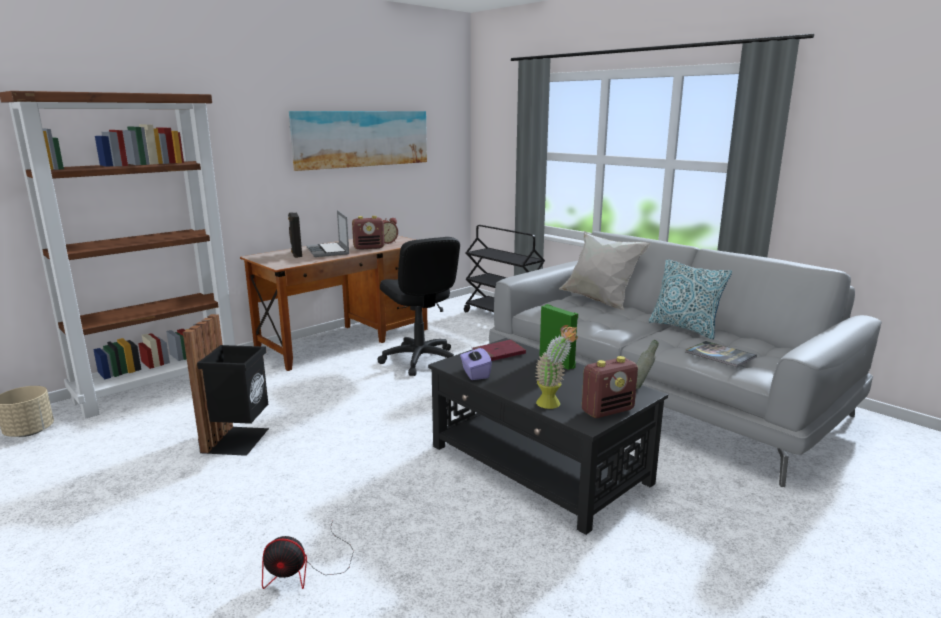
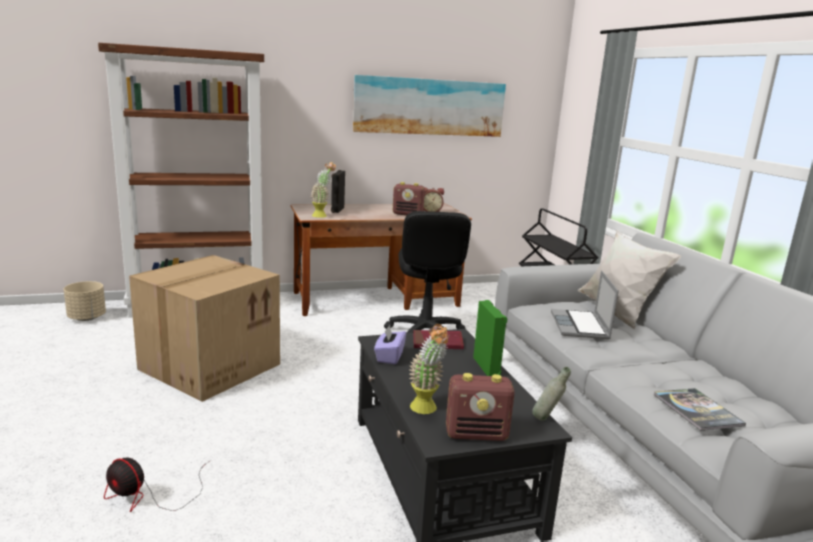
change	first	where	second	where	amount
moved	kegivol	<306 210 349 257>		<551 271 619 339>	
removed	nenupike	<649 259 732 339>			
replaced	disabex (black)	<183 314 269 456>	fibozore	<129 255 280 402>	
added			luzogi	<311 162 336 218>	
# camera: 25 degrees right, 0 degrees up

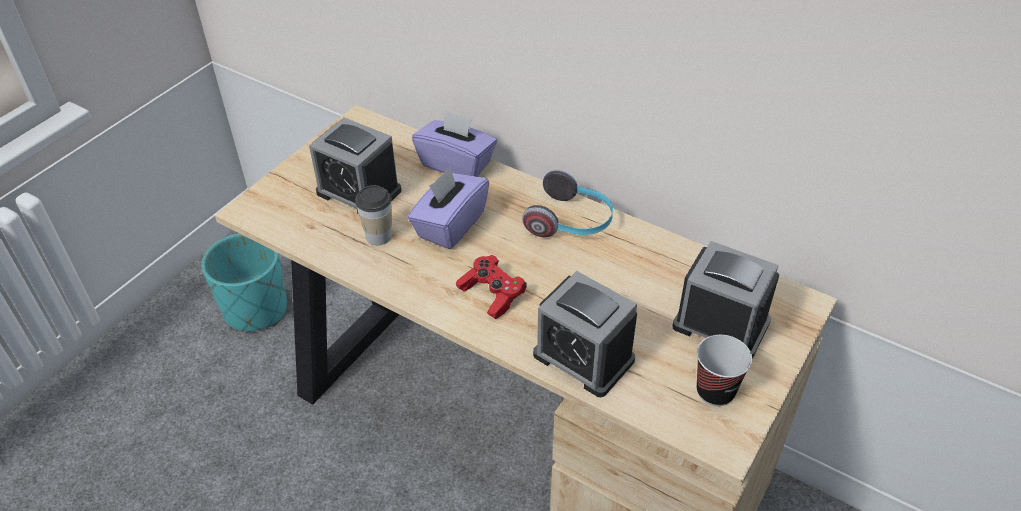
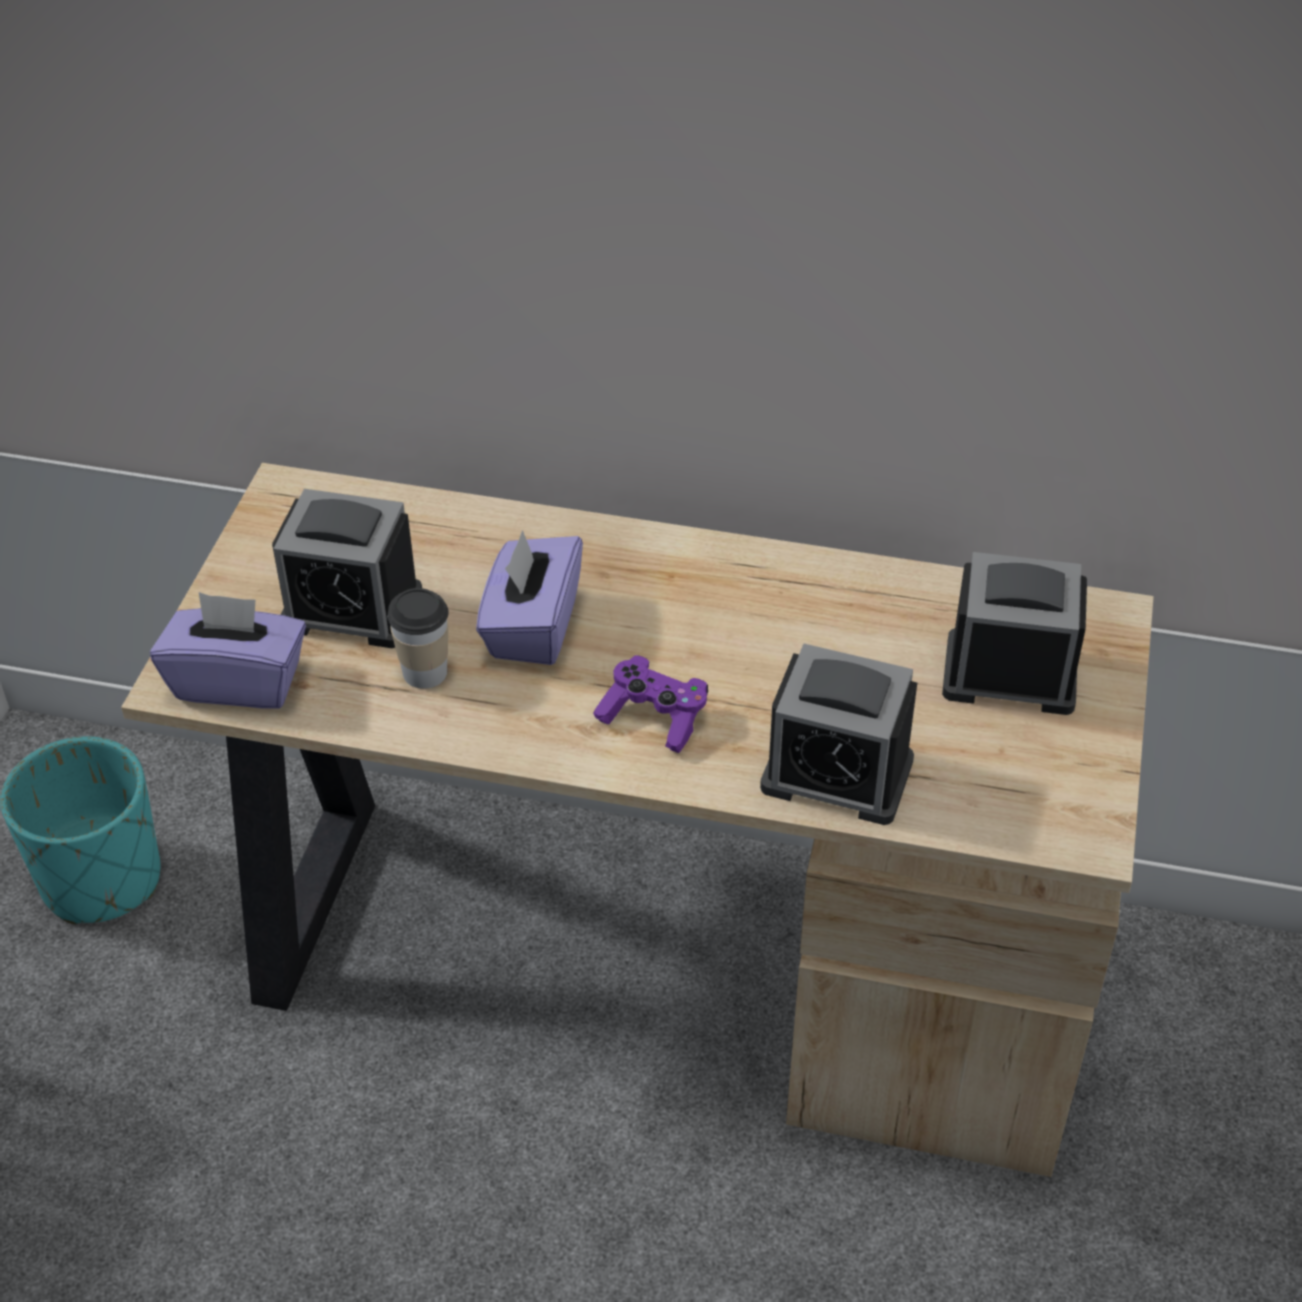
change	first	where	second	where	amount
moved	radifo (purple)	<412 110 497 177>		<150 592 306 709>	
removed	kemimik	<522 170 613 237>			
recoloured	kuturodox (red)	<456 255 527 319>	kuturodox (purple)	<593 655 708 753>	
removed	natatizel	<697 335 752 406>			
# camera: 20 degrees left, 0 degrees up

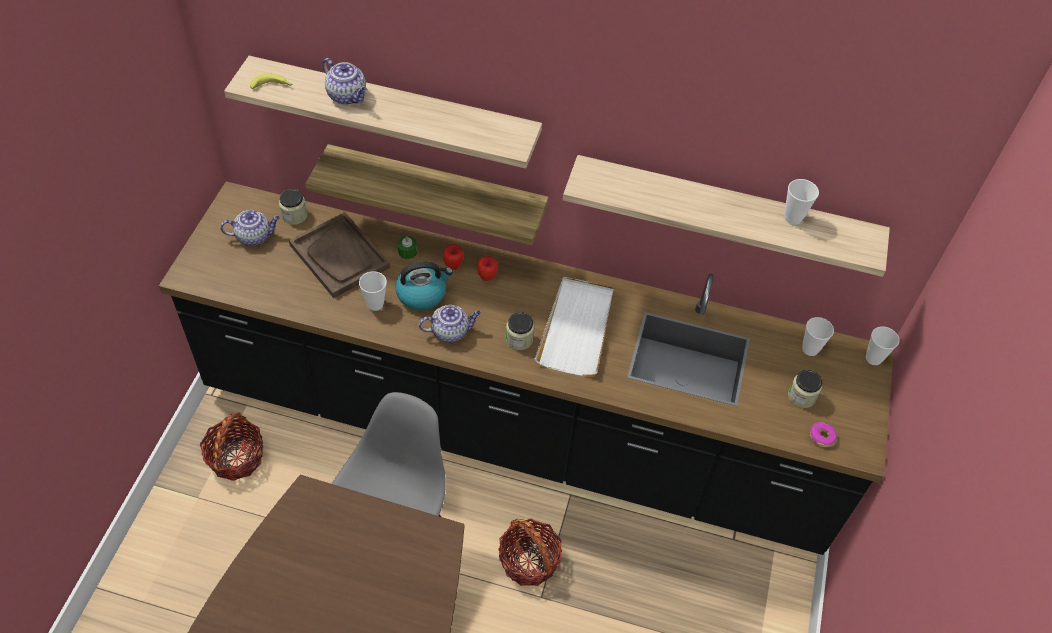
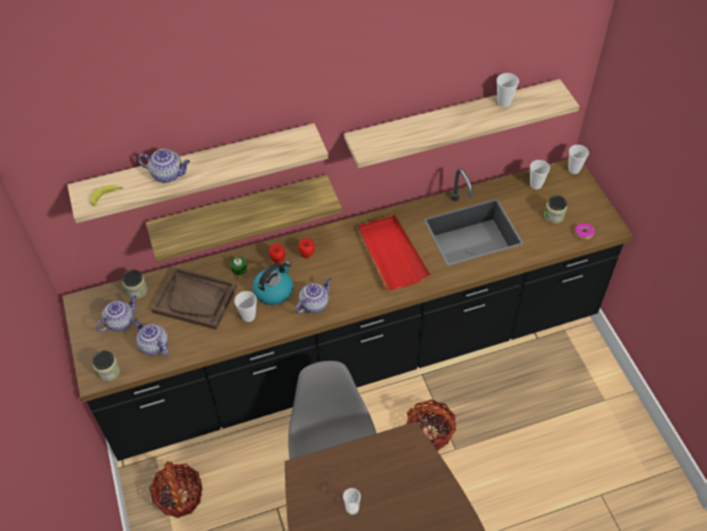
change	first	where	second	where	amount
recoloured	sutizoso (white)	<535 277 614 376>	sutizoso (red)	<358 214 431 290>	
moved	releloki	<506 312 534 350>		<93 351 120 381>	
added			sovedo	<134 319 169 356>	
added			natatizel	<343 488 361 515>	
# camera: 30 degrees left, 0 degrees up

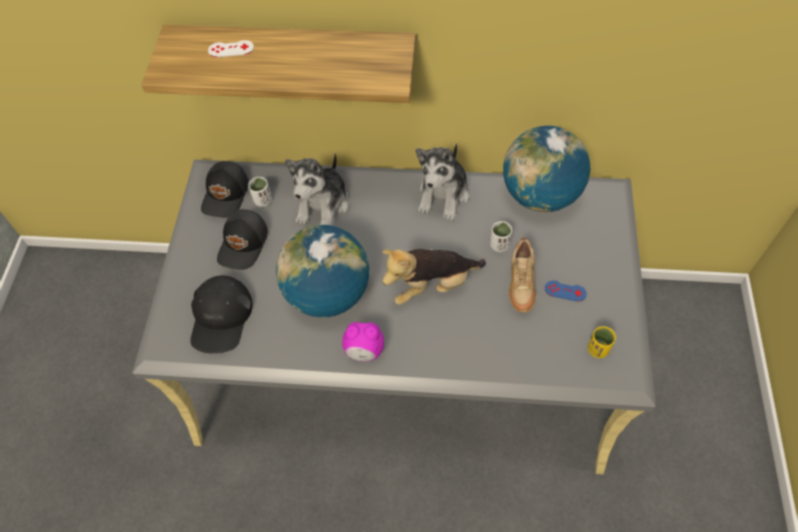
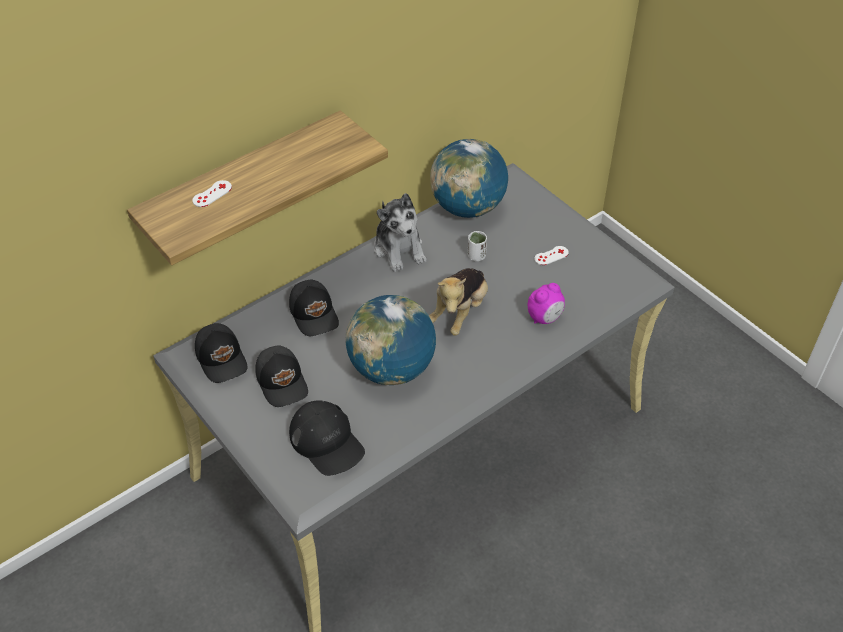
change	first	where	second	where	amount
replaced	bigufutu	<285 153 349 226>	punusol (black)	<289 280 339 336>	
removed	natatizel (white)	<248 177 272 207>			
removed	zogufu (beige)	<509 237 536 313>			
recoloured	kuturodox (blue)	<545 280 587 302>	kuturodox (white)	<534 246 569 265>	
moved	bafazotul	<342 322 384 362>		<527 283 565 324>	
removed	natatizel (yellow)	<588 326 616 358>			
# camera: 45 degrees left, 10 degrees down

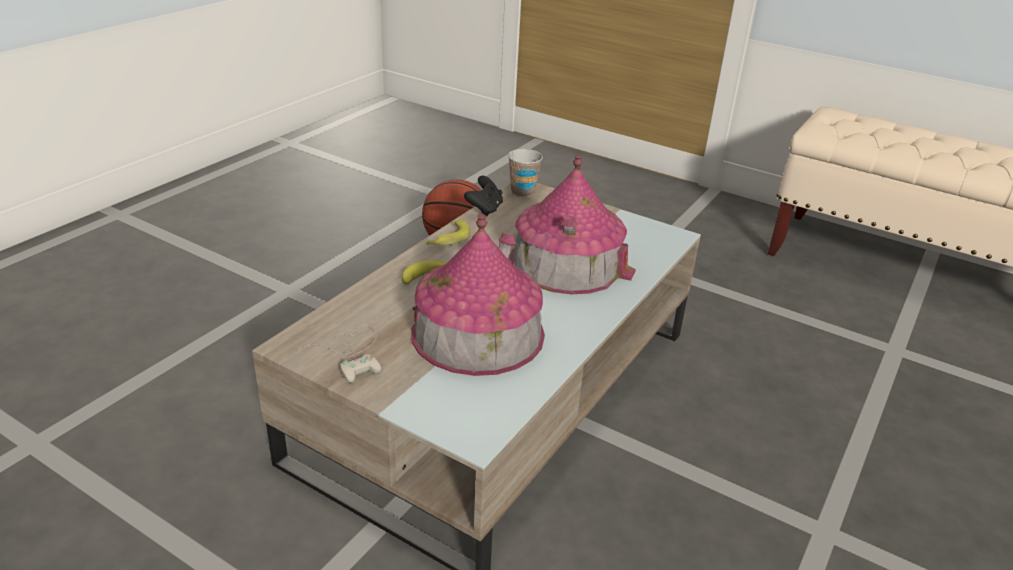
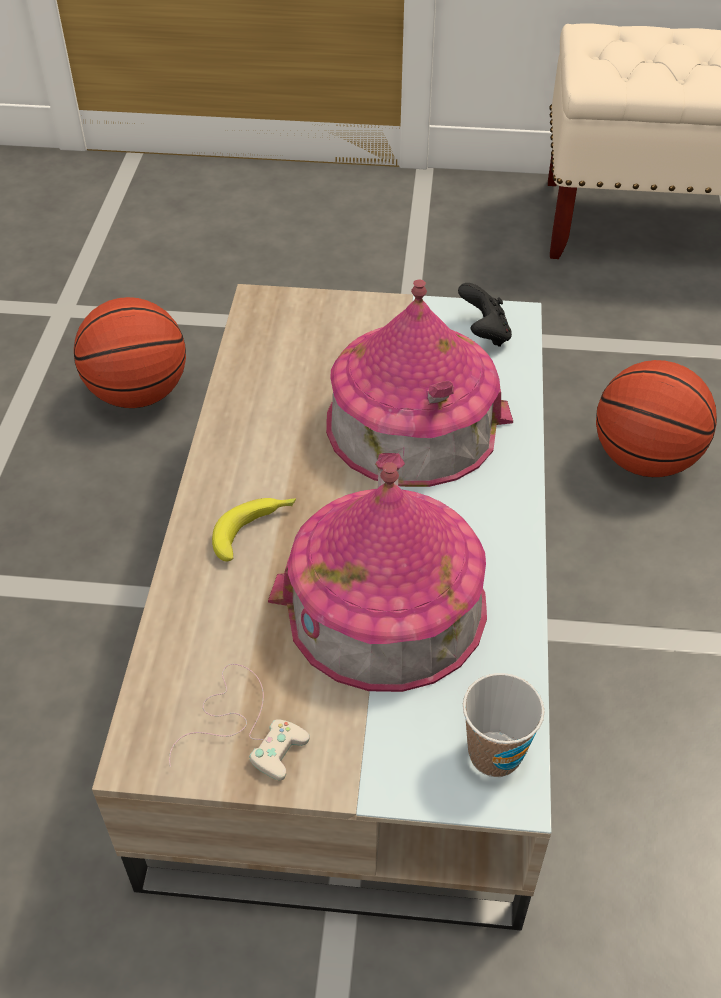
change	first	where	second	where	amount
moved	natatizel	<508 149 543 197>		<463 673 545 777>	
moved	kuturodox (black)	<464 176 503 216>		<458 283 512 347>	
removed	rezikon	<426 220 470 246>			
added			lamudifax	<596 360 717 477>	
# camera: 25 degrees left, 15 degrees up

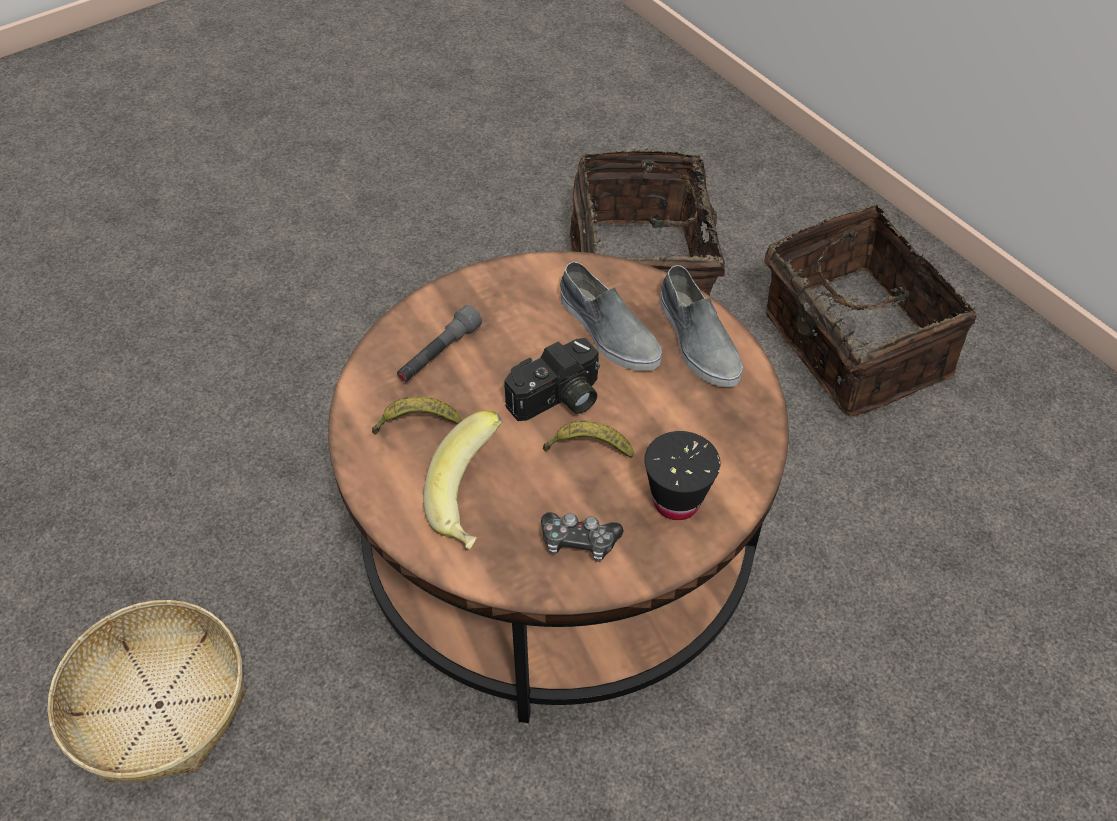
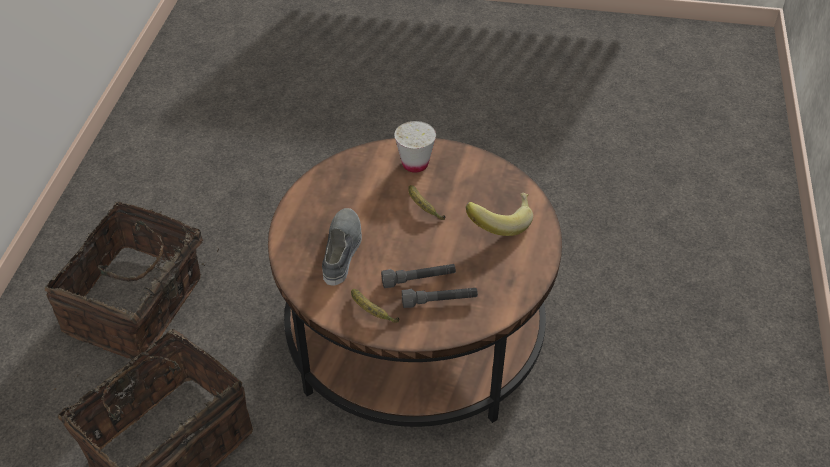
change	first	where	second	where	amount
removed	zogufu (grey)	<660 265 743 387>			
removed	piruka	<504 338 600 421>			
moved	rezikon	<372 396 461 435>		<351 289 399 323>	
recoloured	natatizel (black)	<644 431 720 520>	natatizel (white)	<394 121 436 173>	
removed	kuturodox	<541 512 623 562>			
removed	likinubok	<48 600 246 782>			
added			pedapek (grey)	<381 264 456 288>	
# camera: 135 degrees left, 5 degrees down

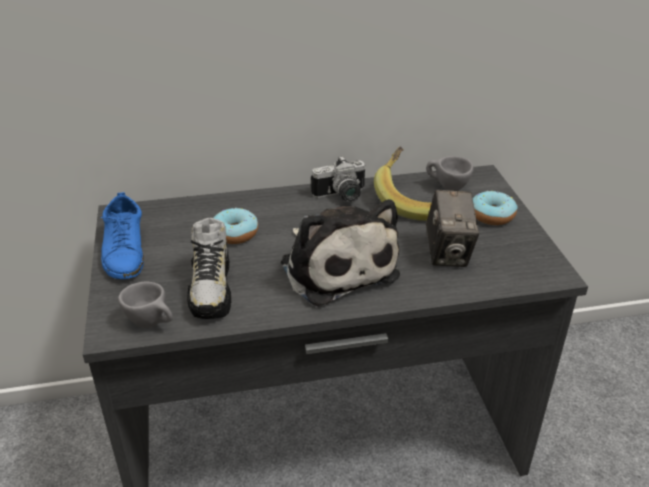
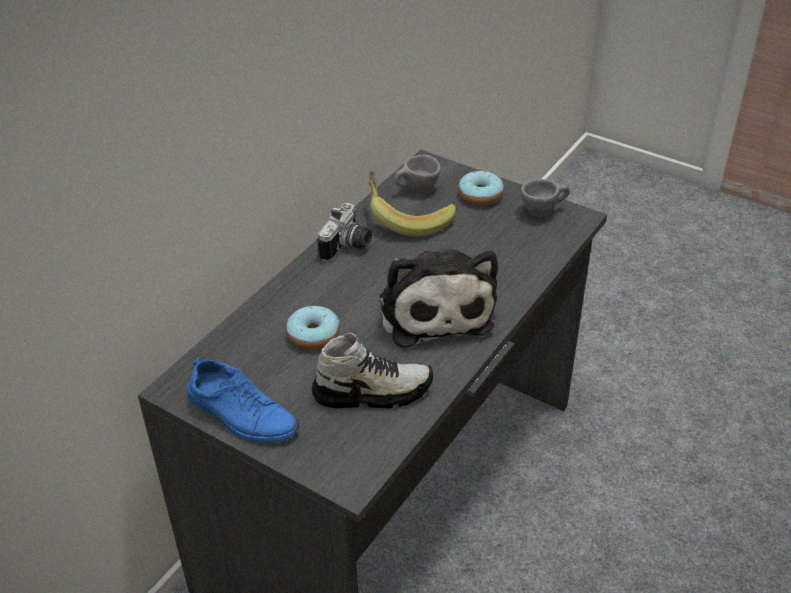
change	first	where	second	where	amount
removed	piruka	<426 190 479 267>			
turned	bigufutu	<281 199 400 306>		<380 249 498 347>	60 degrees clockwise
turned	zogufu	<187 218 231 319>		<312 333 433 409>	45 degrees counterclockwise
moved	natatizel (grey)	<118 282 173 328>		<521 179 570 217>	
# camera: 45 degrees left, 5 degrees up

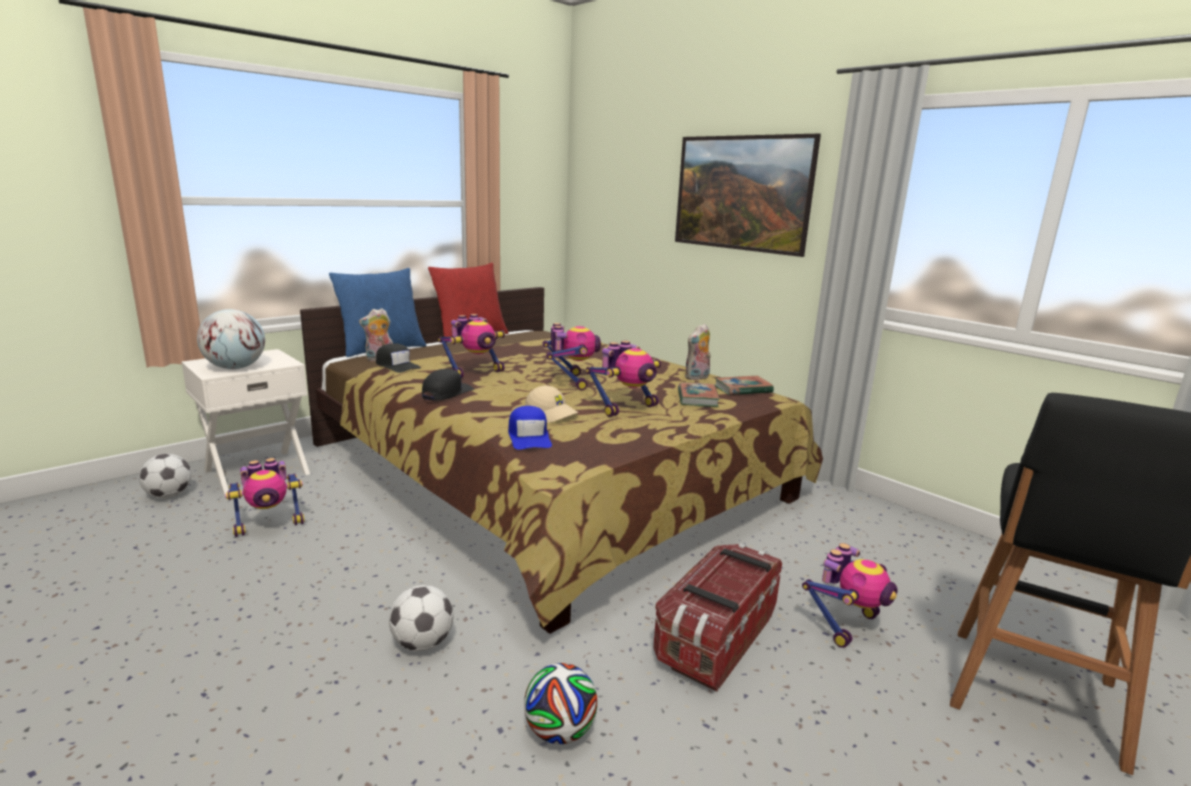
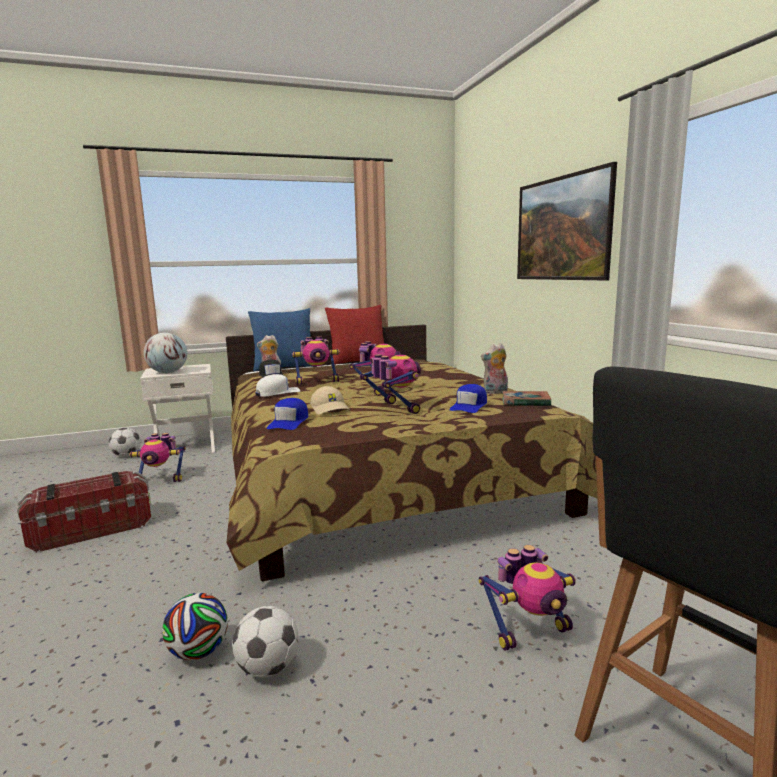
change	first	where	second	where	amount
turned	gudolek	<586 341 661 417>		<360 354 421 414>	105 degrees counterclockwise
recoloured	punusol (black)	<422 369 474 400>	punusol (white)	<255 374 300 397>	
replaced	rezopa	<678 382 720 407>	punusol (blue)	<449 384 487 413>	
moved	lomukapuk	<653 544 782 692>		<17 471 151 553>	
moved	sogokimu	<389 585 454 651>		<232 606 299 677>	
# camera: 25 degrees right, 5 degrees down

